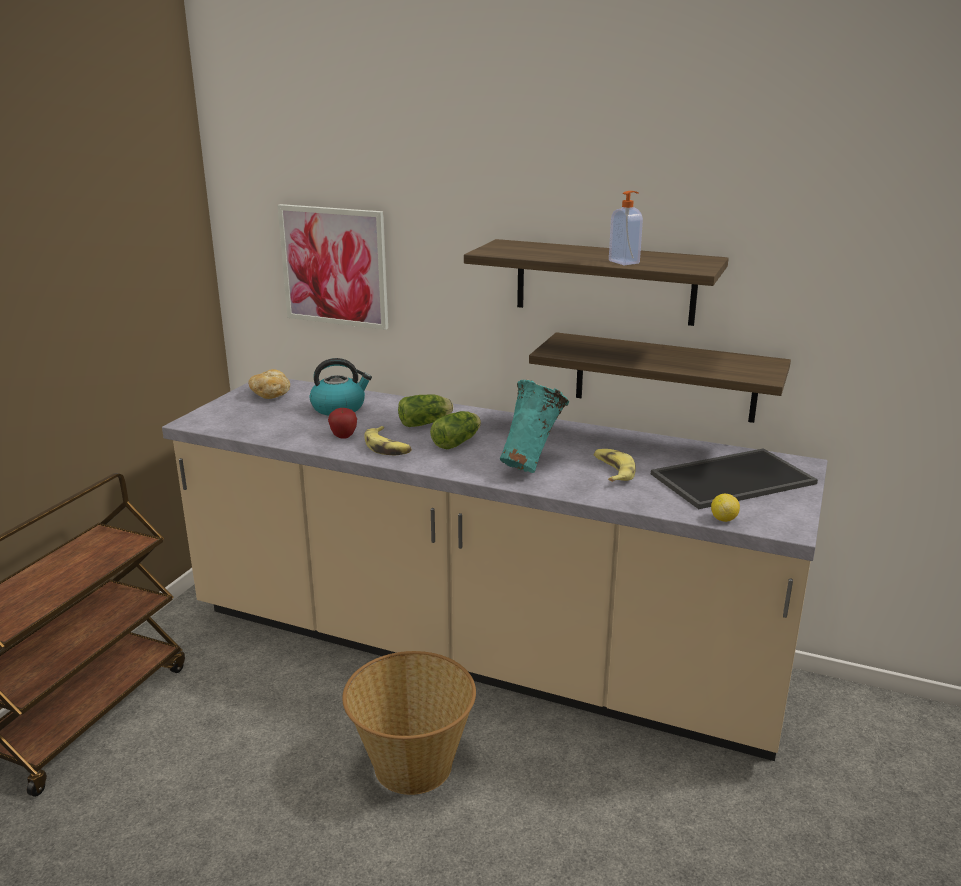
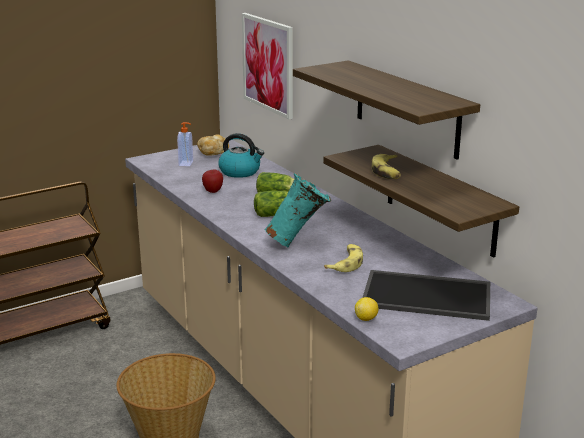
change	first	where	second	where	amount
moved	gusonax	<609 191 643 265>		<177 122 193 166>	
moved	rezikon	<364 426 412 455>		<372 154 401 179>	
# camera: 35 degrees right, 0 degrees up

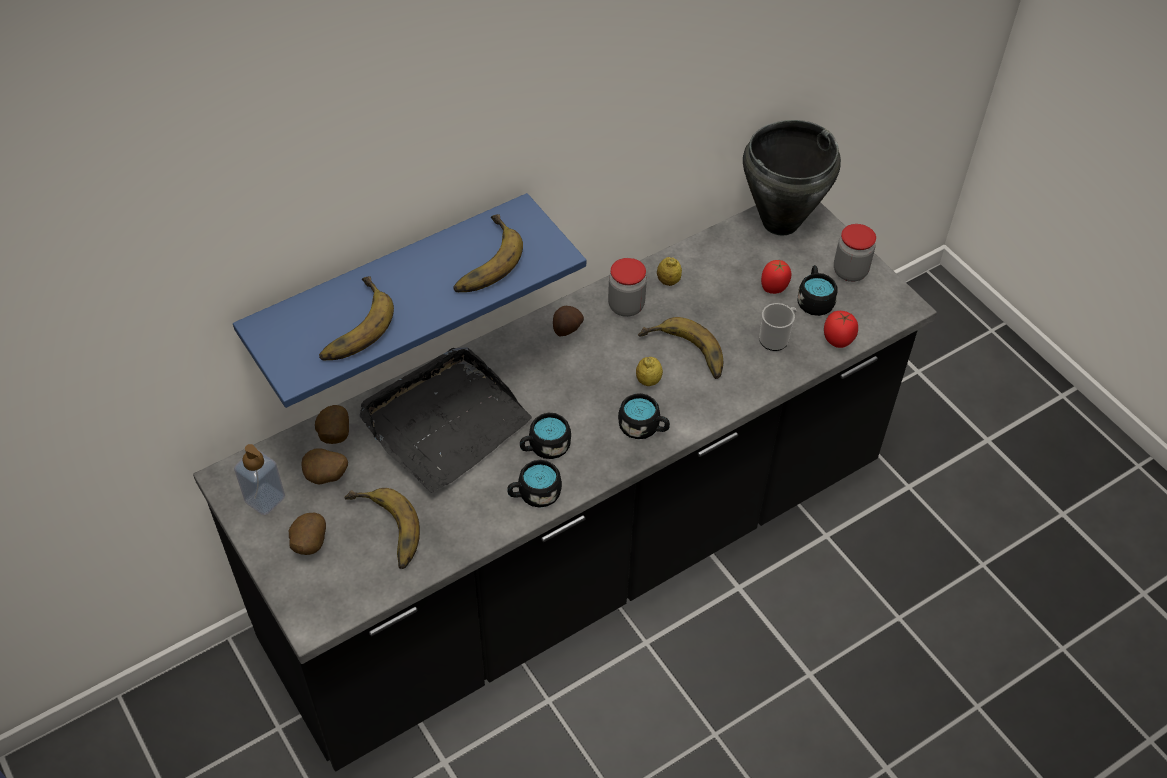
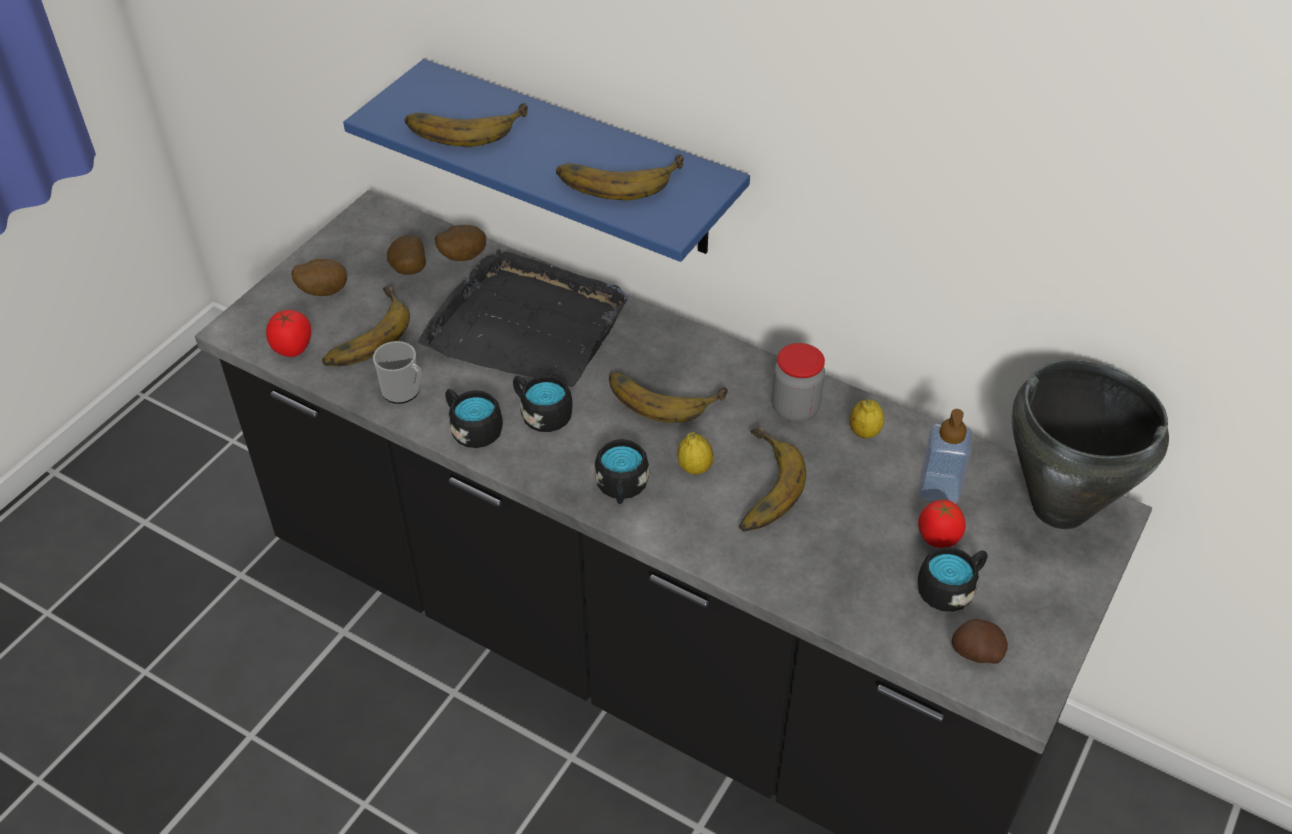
change	first	where	second	where	amount
removed	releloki	<834 224 876 282>			
moved	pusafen	<759 303 797 351>		<373 341 422 404>	
moved	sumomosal	<553 306 584 337>		<952 619 1008 664>	
moved	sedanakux	<824 311 858 348>		<266 310 311 357>	
moved	gusonax	<234 444 285 515>		<919 409 972 504>	
added			rezikon	<609 372 728 423>	
# camera: 65 degrees right, 5 degrees down

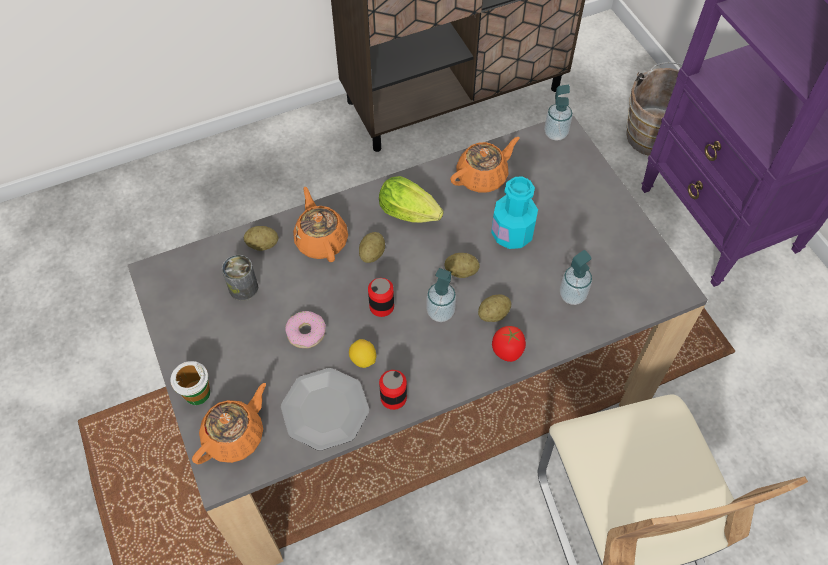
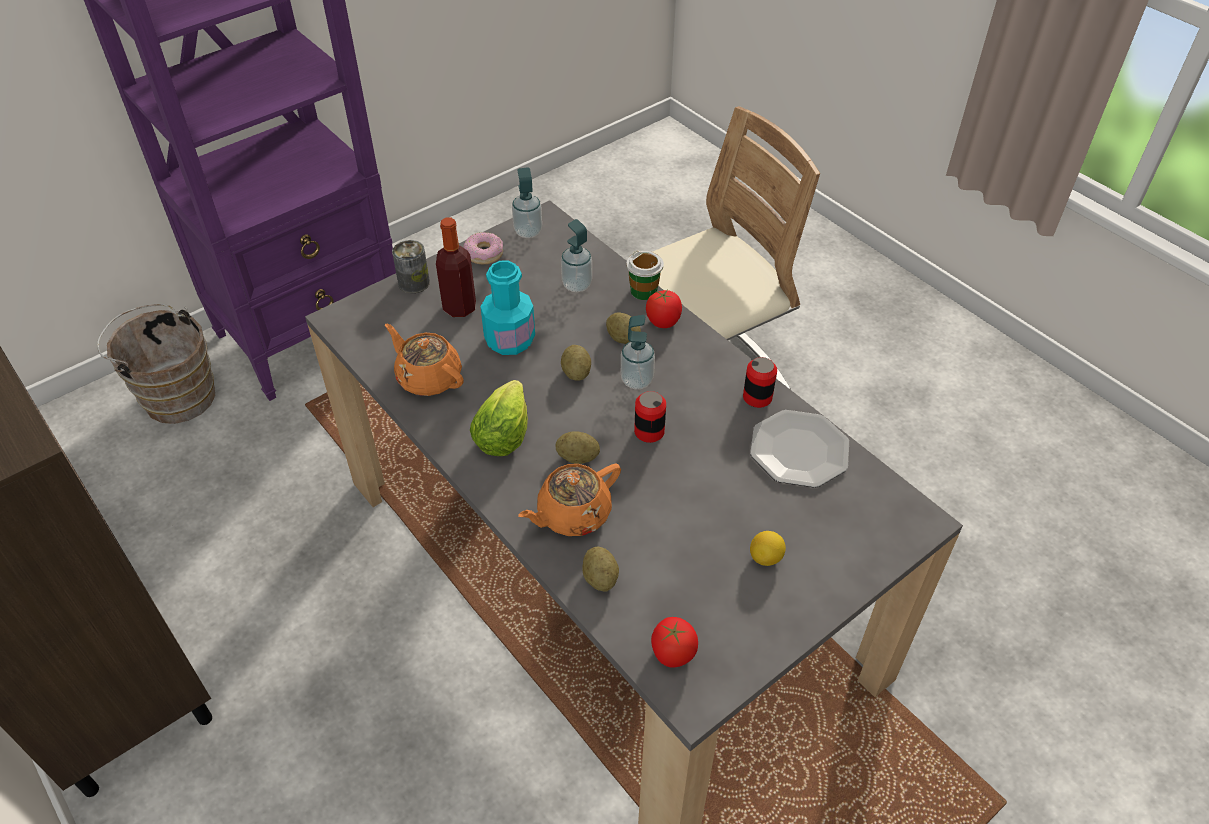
change	first	where	second	where	amount
moved	gusonax	<544 85 573 141>		<512 167 542 238>	
moved	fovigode	<222 255 258 301>		<392 240 430 293>	
moved	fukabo	<285 311 326 348>		<463 232 503 264>	
moved	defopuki	<349 339 376 368>		<750 531 786 566>	
moved	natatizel	<170 361 210 405>		<627 251 664 300>	
removed	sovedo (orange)	<192 383 266 464>			
added			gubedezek	<436 218 476 317>	
added			sedanakux	<651 617 698 668>	
# camera: 105 degrees left, 10 degrees down

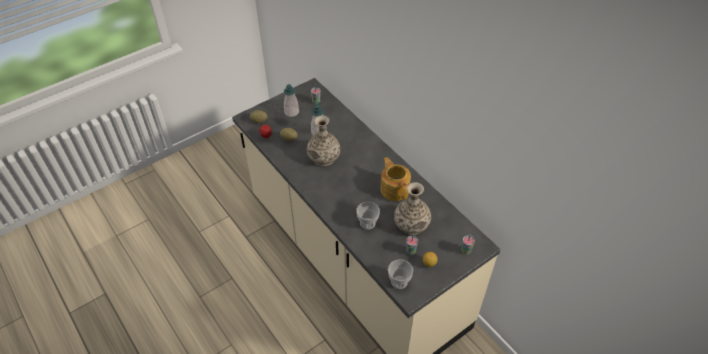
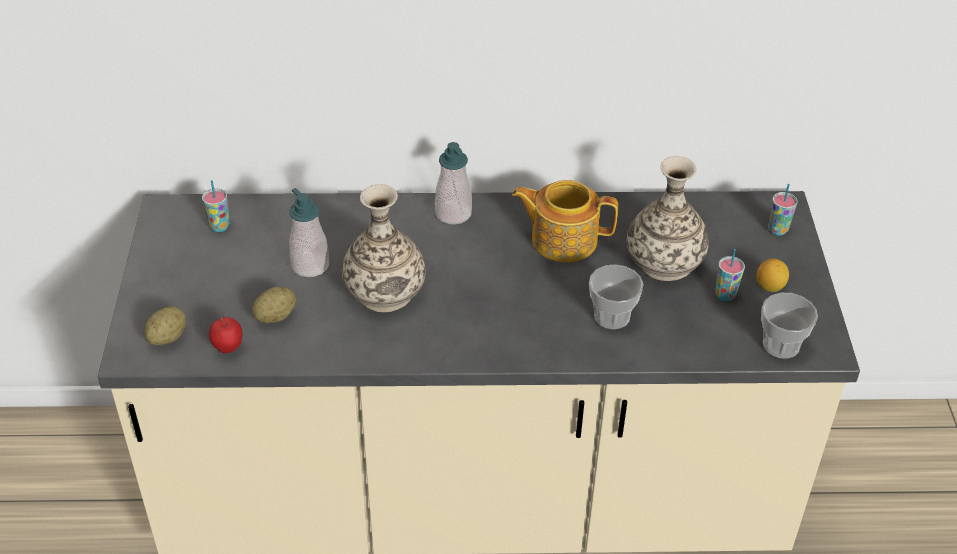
change	first	where	second	where	amount
moved	gusonax	<284 84 299 117>		<435 142 472 225>	
# camera: 55 degrees left, 5 degrees down

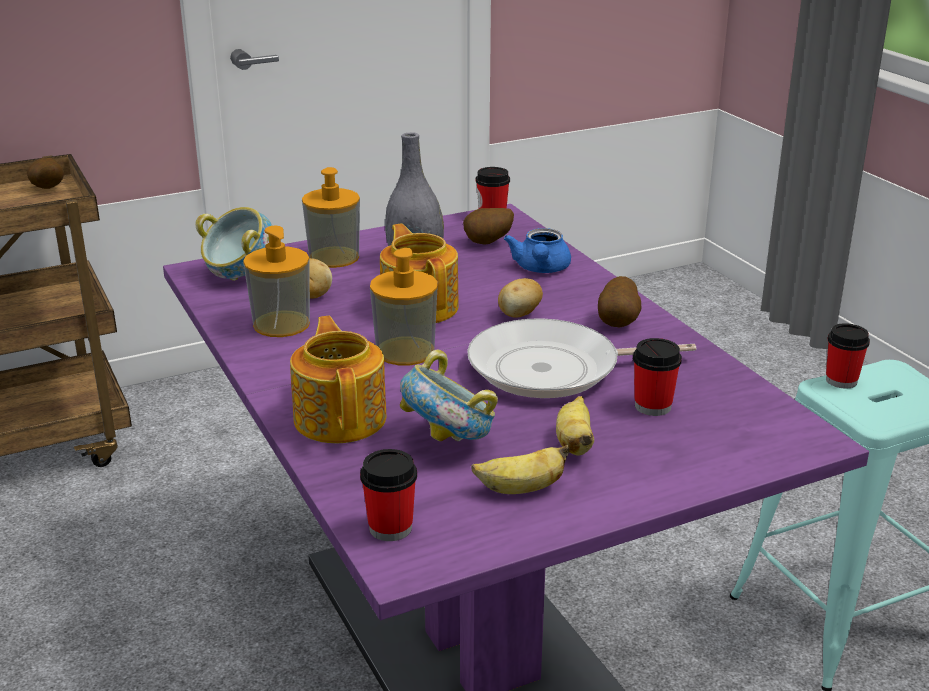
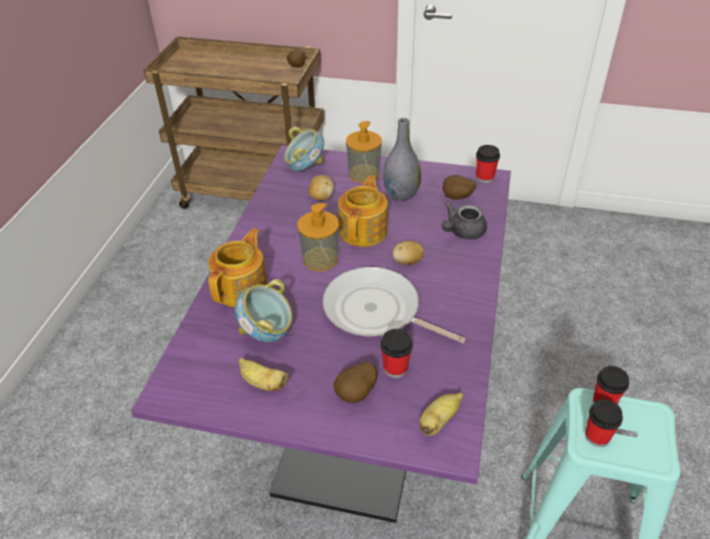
change	first	where	second	where	amount
removed	gusonax	<243 226 310 337>			
recoloured	sovedo (blue)	<504 228 571 273>	sovedo (grey)	<442 203 487 240>	
moved	sumomosal	<598 276 641 327>		<333 362 377 403>	
moved	rezikon	<556 396 594 456>		<419 393 463 436>	
moved	natatizel	<360 449 417 541>		<585 399 623 447>	
# camera: 40 degrees right, 15 degrees up

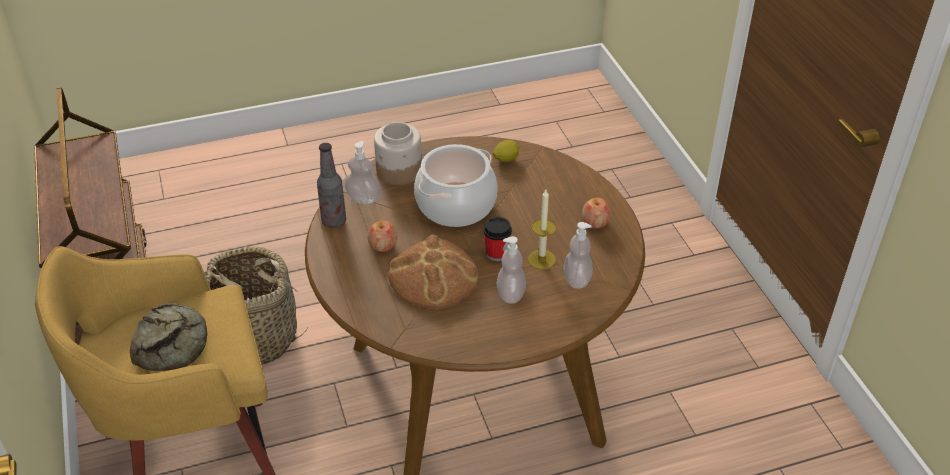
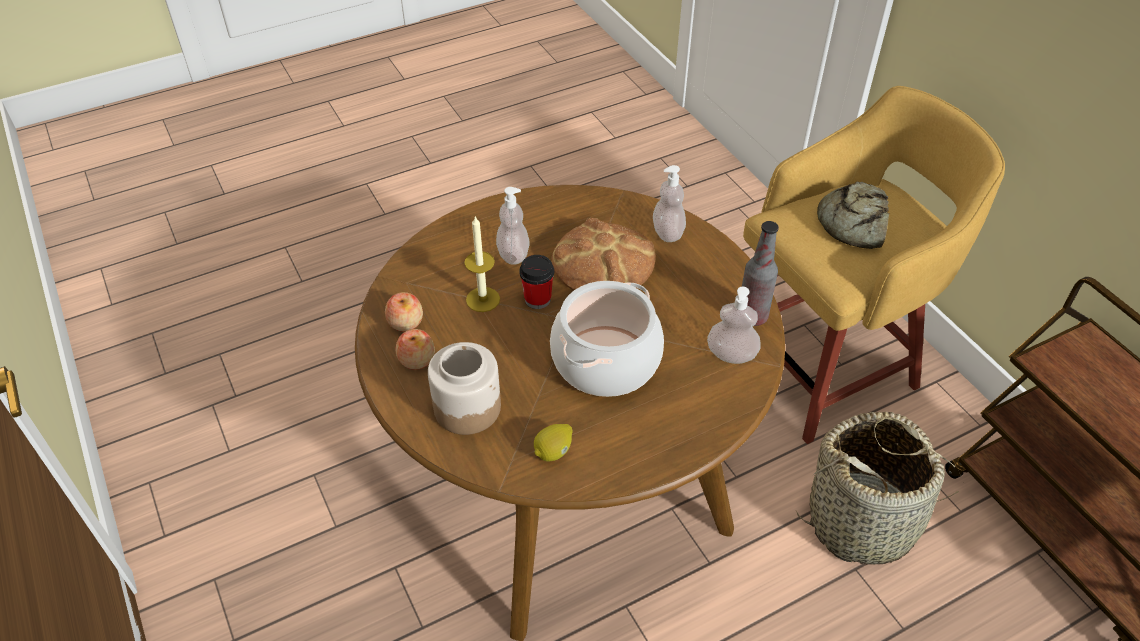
change	first	where	second	where	amount
moved	releloki	<374 122 422 185>		<428 342 501 435>	
moved	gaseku	<368 221 397 252>		<385 292 423 332>	
moved	gusonax	<563 222 593 289>		<653 165 686 242>	
# camera: 170 degrees right, 5 degrees up

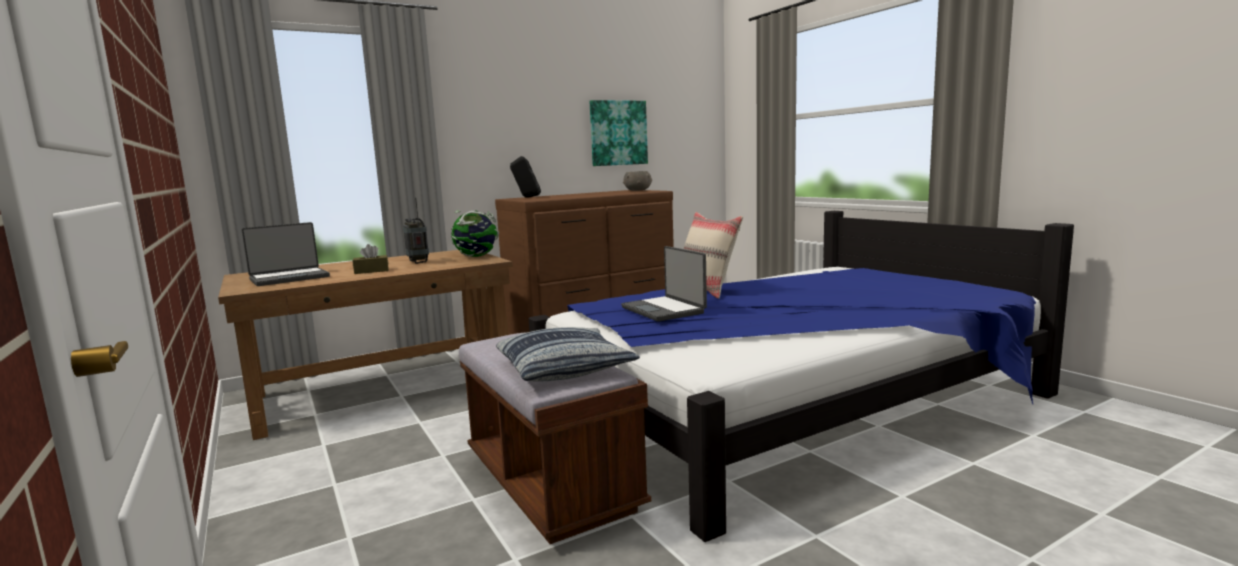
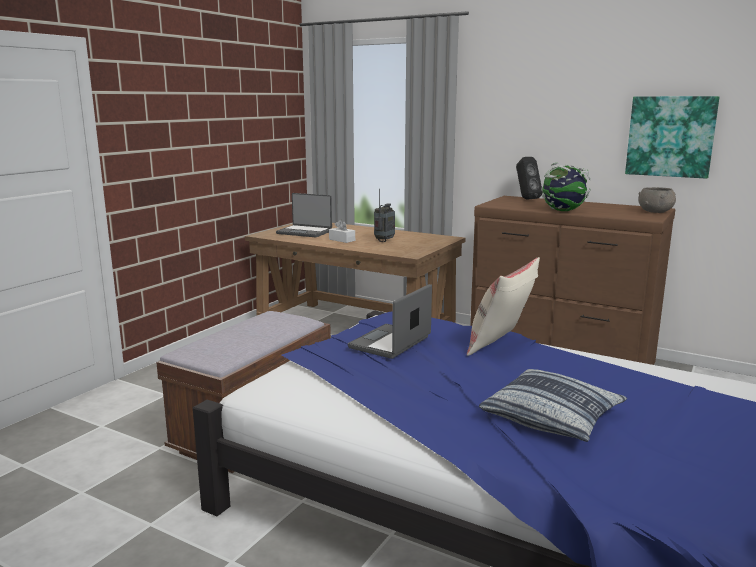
change	first	where	second	where	amount
moved	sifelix	<451 210 499 257>		<541 163 591 211>	
recoloured	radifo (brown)	<353 244 389 274>	radifo (white)	<329 220 355 243>	
moved	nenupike	<496 327 640 381>		<479 369 627 442>	
# camera: 60 degrees right, 5 degrees up

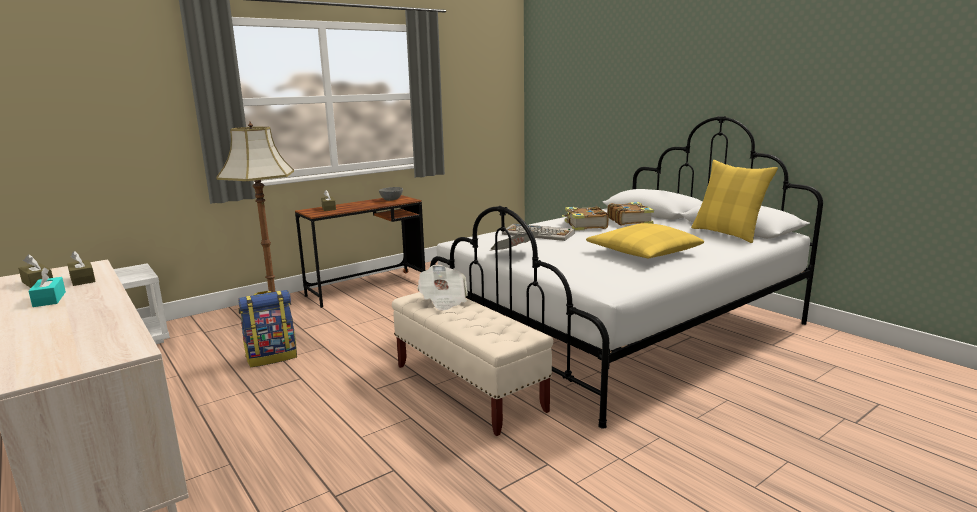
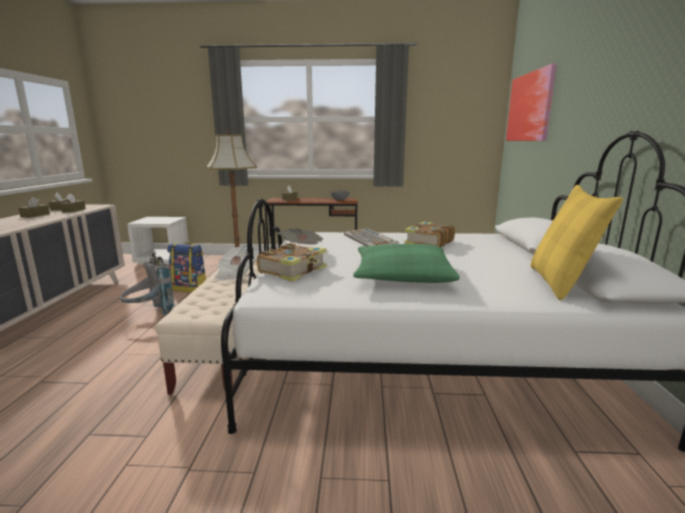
change	first	where	second	where	amount
moved	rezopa	<607 202 654 225>		<257 243 327 282>	
recoloured	nenupike (yellow)	<586 223 704 258>	nenupike (green)	<353 244 460 283>	
recoloured	radifo (turquoise)	<28 268 66 307>	radifo (brown)	<18 197 50 218>	
added			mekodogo	<506 64 557 141>	
added			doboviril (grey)	<120 252 174 316>	
# camera: 40 degrees right, 0 degrees up

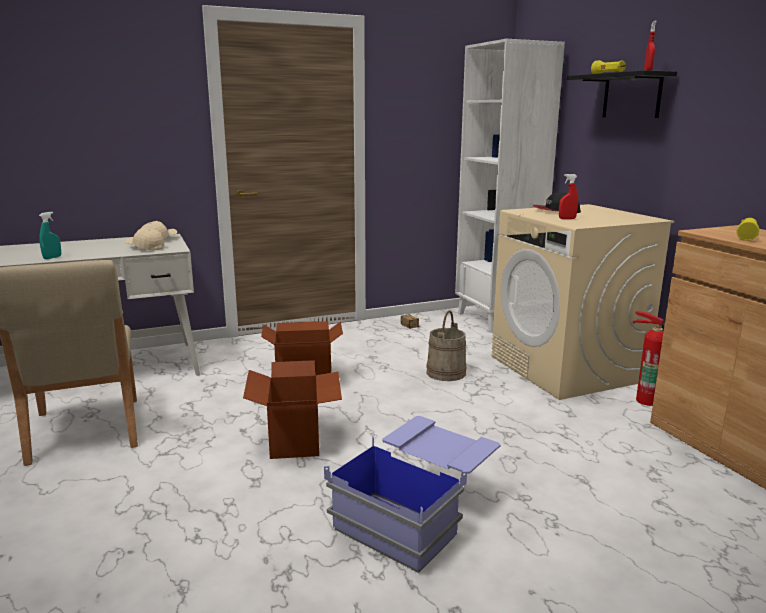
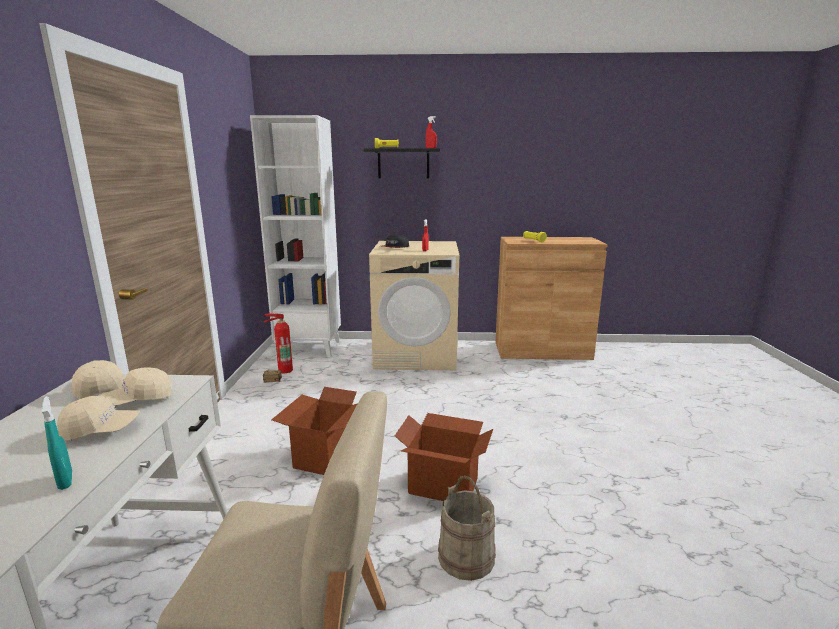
change	first	where	second	where	amount
moved	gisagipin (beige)	<426 311 467 381>		<438 475 496 581>	
moved	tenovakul	<633 311 664 406>		<264 313 293 373>	
removed	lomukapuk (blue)	<324 416 500 573>			
added			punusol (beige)	<57 396 140 441>	
# camera: 65 degrees left, 0 degrees up

